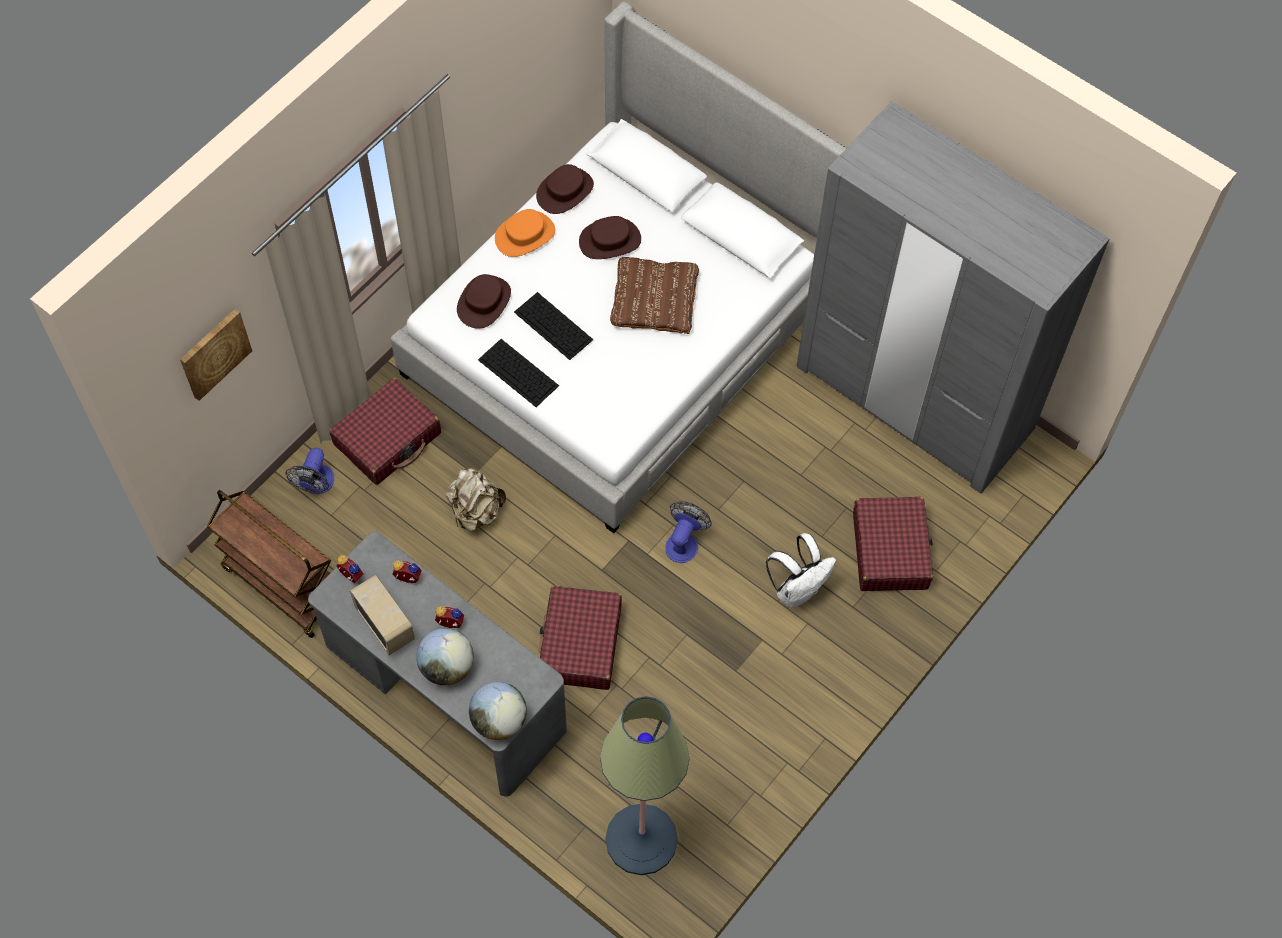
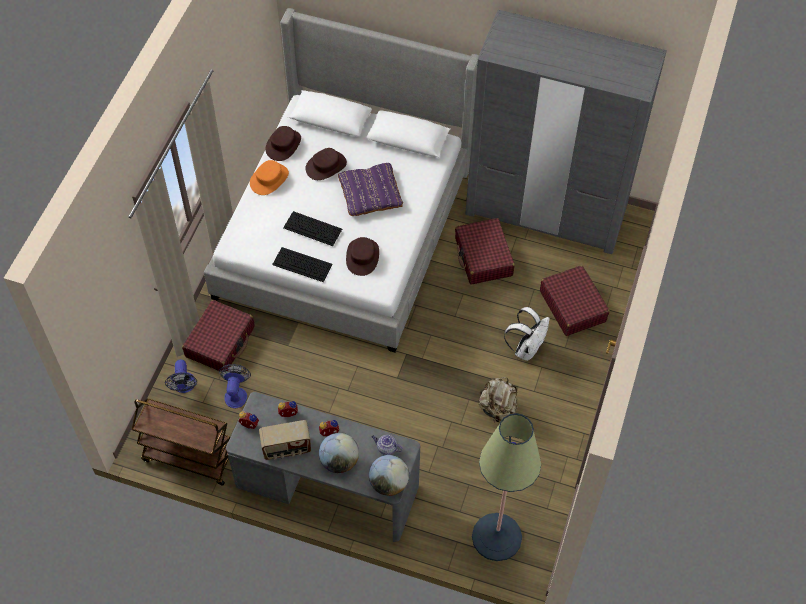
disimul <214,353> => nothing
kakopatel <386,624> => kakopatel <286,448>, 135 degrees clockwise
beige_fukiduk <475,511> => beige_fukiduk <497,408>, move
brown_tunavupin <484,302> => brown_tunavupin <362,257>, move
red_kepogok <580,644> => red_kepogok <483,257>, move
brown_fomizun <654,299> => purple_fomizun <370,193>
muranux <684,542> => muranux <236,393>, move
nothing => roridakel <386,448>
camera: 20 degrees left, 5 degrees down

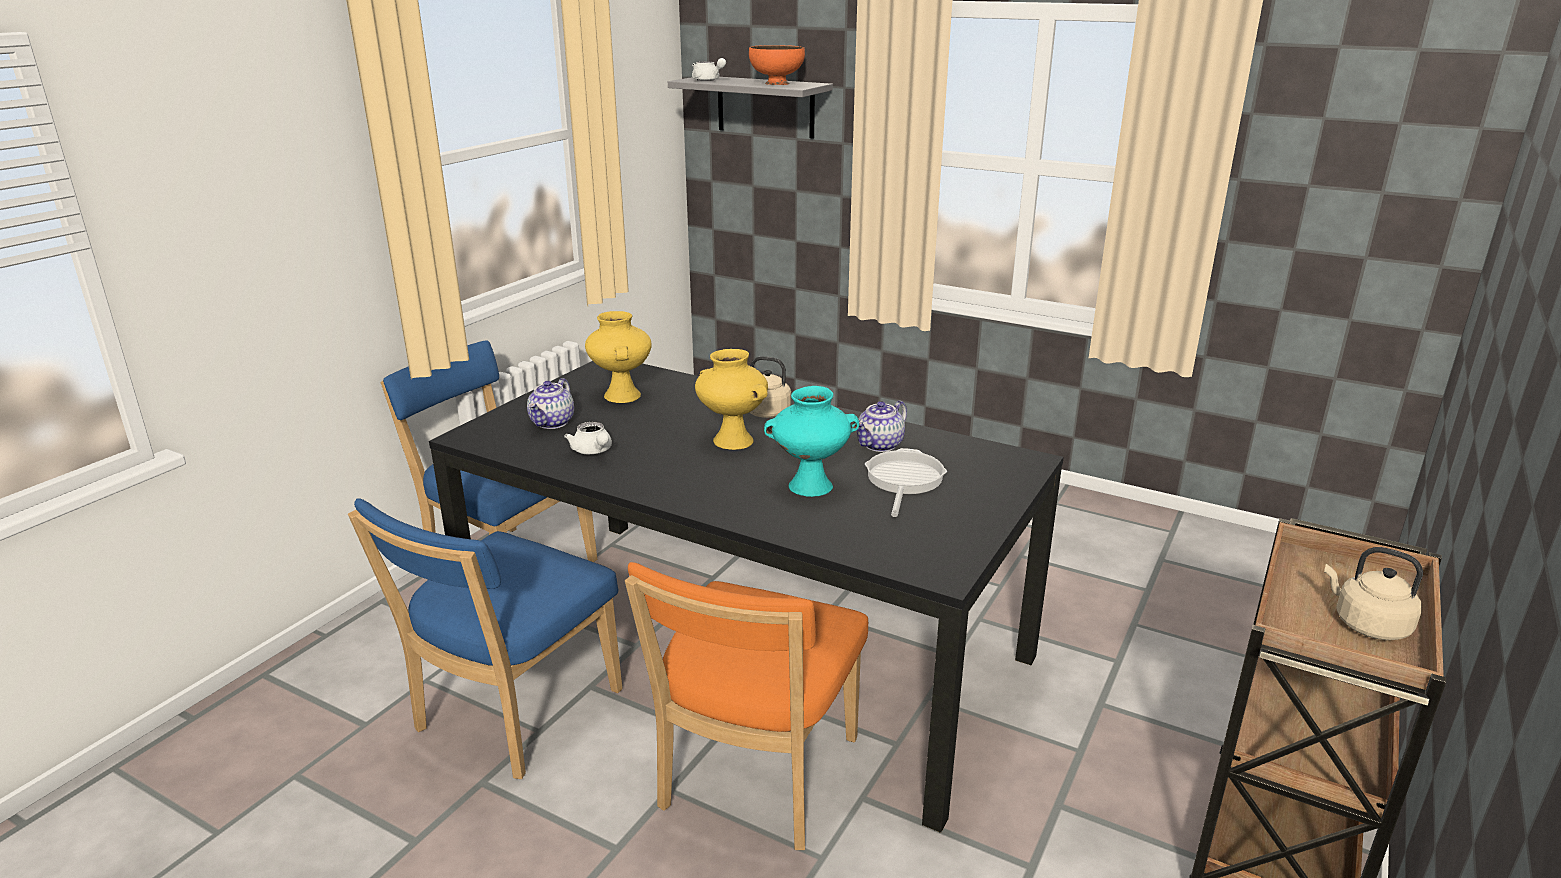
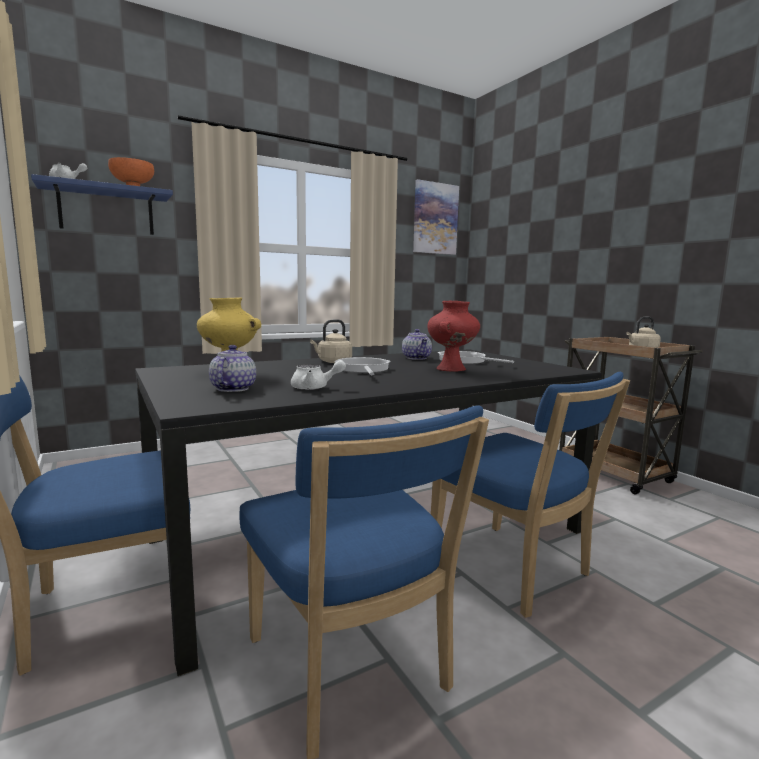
roridakel <552,423> => roridakel <232,388>, 135 degrees counterclockwise
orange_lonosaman <754,780> => blue_lonosaman <514,571>
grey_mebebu <765,107> => blue_mebebu <106,211>
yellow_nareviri <731,441> => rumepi <363,369>
turquoise_nareviri <809,487> => red_nareviri <451,369>
nothing => disimul <435,218>
camera: 60 degrees left, 15 degrees down

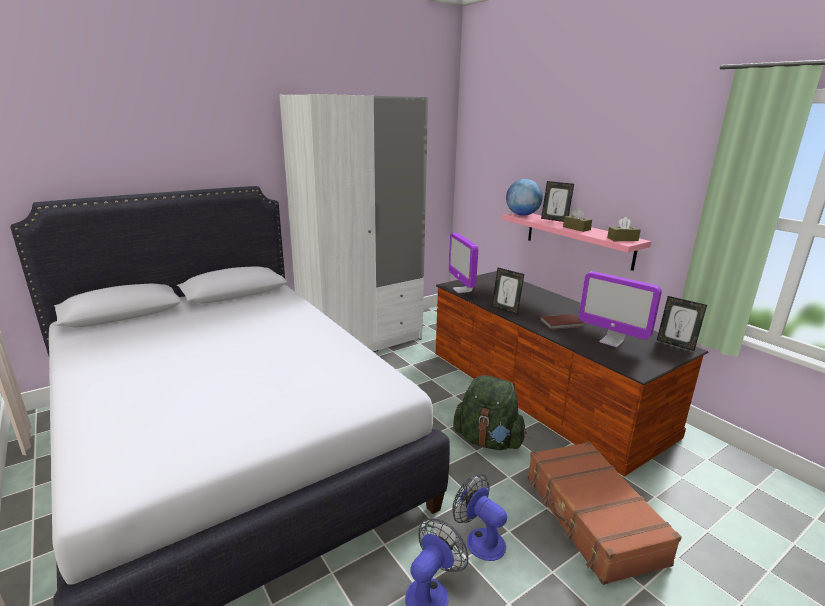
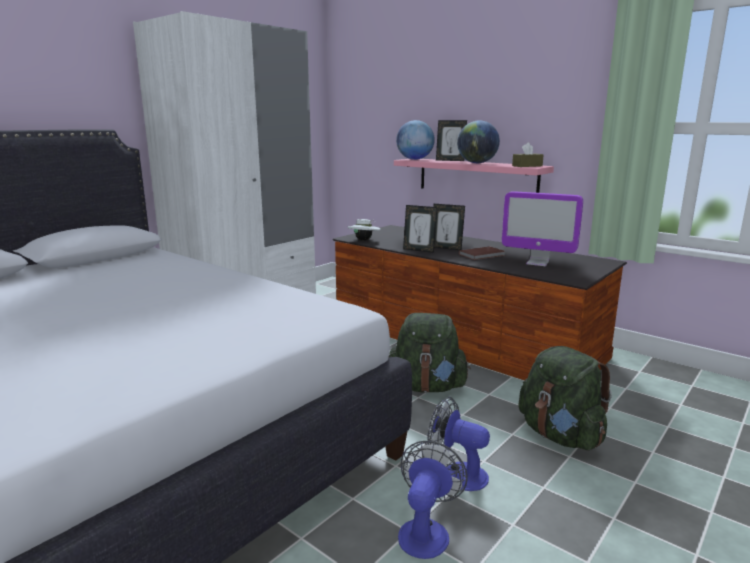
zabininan <462,290> => white_tunavupin <364,240>
brown_kepogok <591,519> => green_fukiduk <560,435>
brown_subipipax <576,228> => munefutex <477,163>
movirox <675,344> => movirox <446,248>, move
camera: 15 degrees left, 5 degrees down

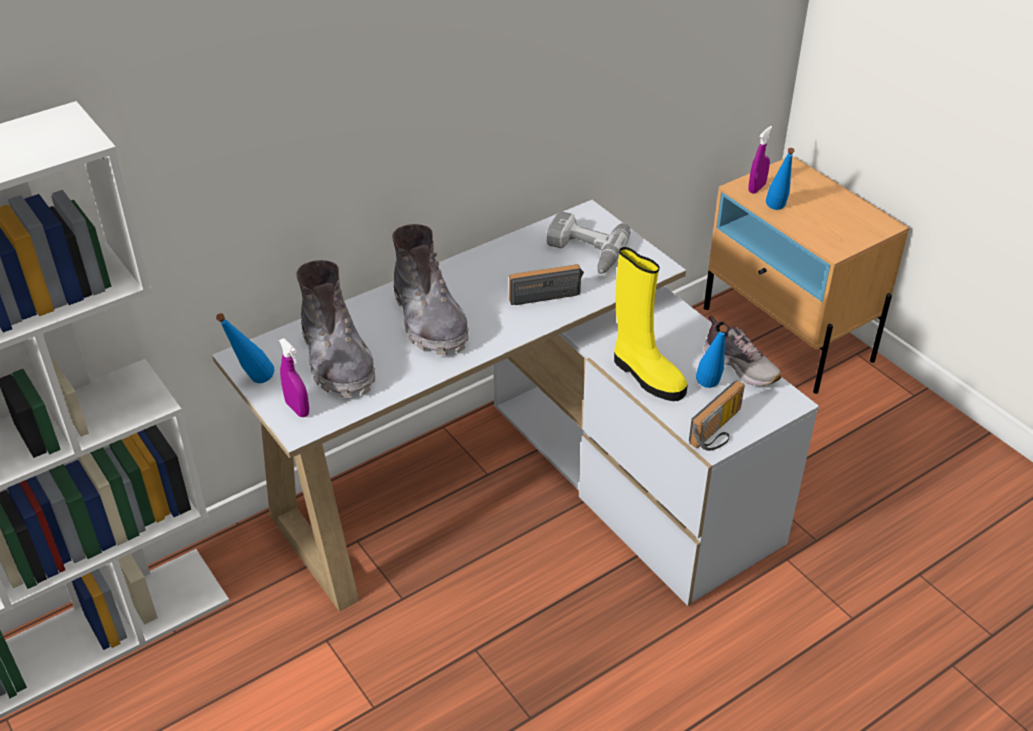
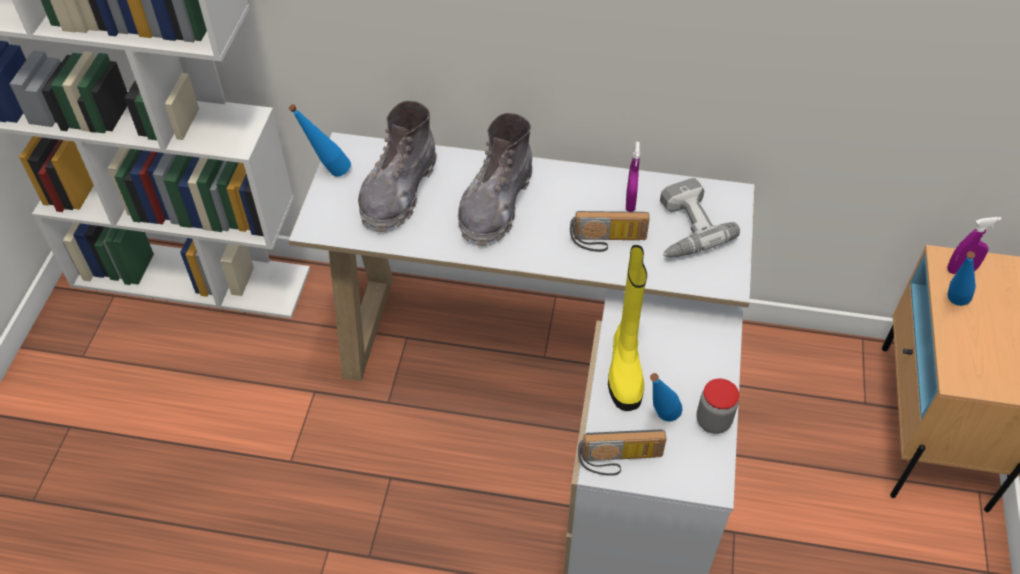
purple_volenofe <297,409> => purple_volenofe <630,202>, move
kakopatel <545,292> => kakopatel <607,241>, 150 degrees clockwise
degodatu <741,365> => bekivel <713,421>
camera: 45 degrees right, 10 degrees up

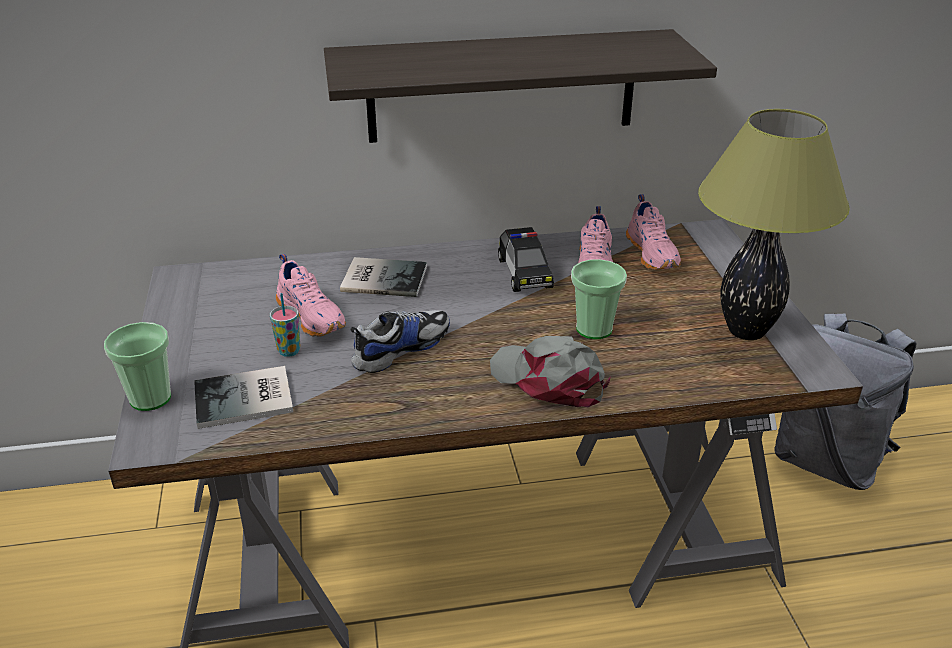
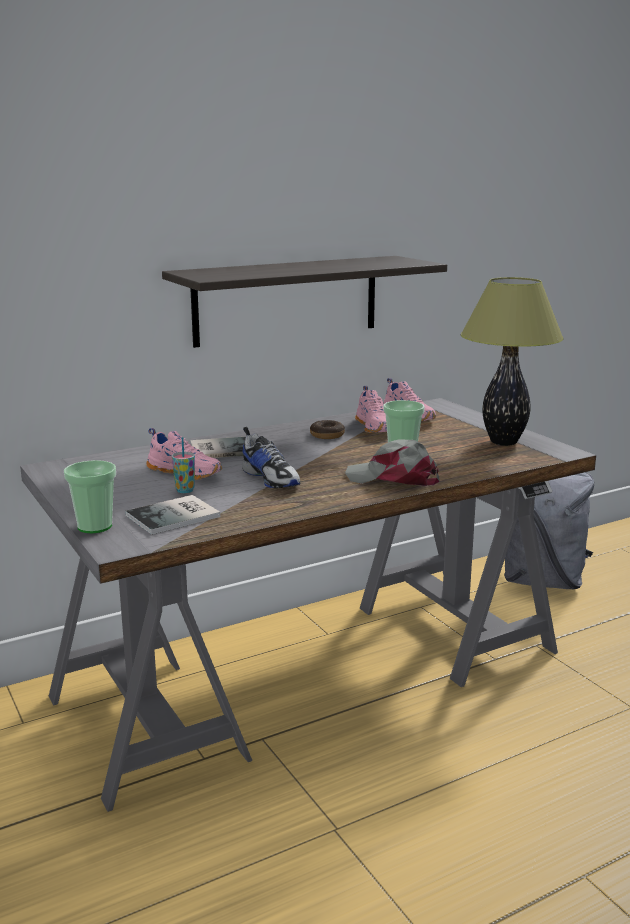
degodatu <400,349> => degodatu <271,479>, 120 degrees clockwise
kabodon <524,273> => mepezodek <327,435>
camera: 20 degrees left, 15 degrees down

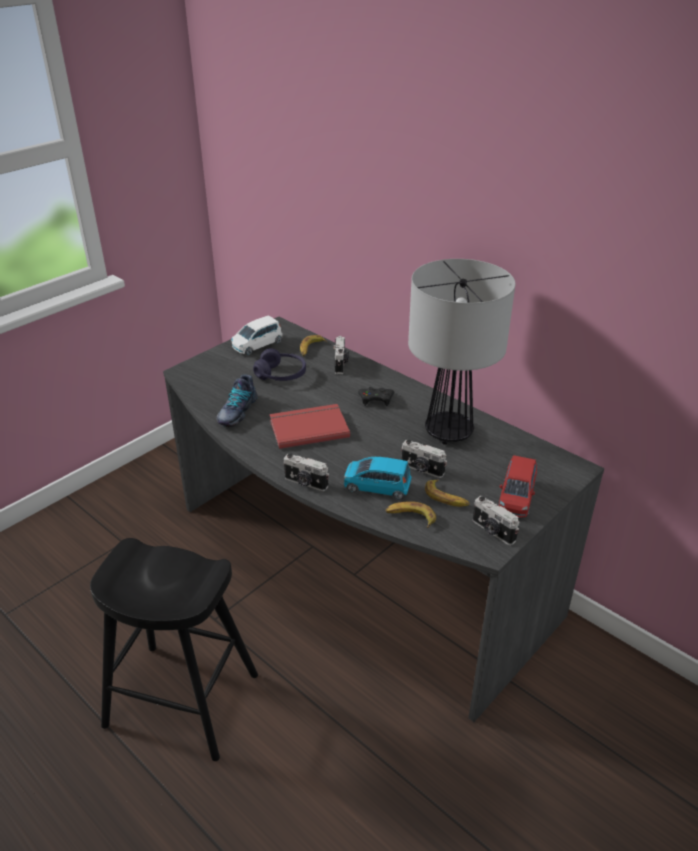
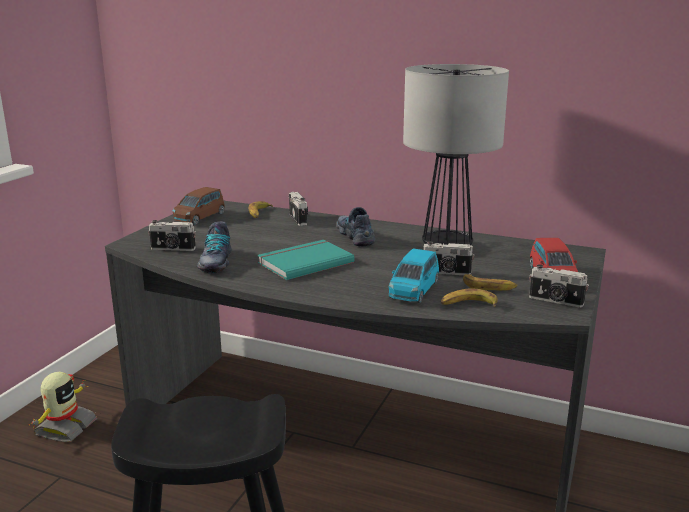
white_kabodon <257,345> => brown_kabodon <199,217>
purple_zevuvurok <281,374> => nothing
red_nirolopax <308,427> => turquoise_nirolopax <304,262>
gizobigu <305,483> => gizobigu <172,249>, move
blue_kabodon <377,486> => blue_kabodon <413,290>, 60 degrees counterclockwise
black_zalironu <376,399> => degodatu <355,236>
nothing => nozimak <65,428>
camera: 20 degrees left, 15 degrees down

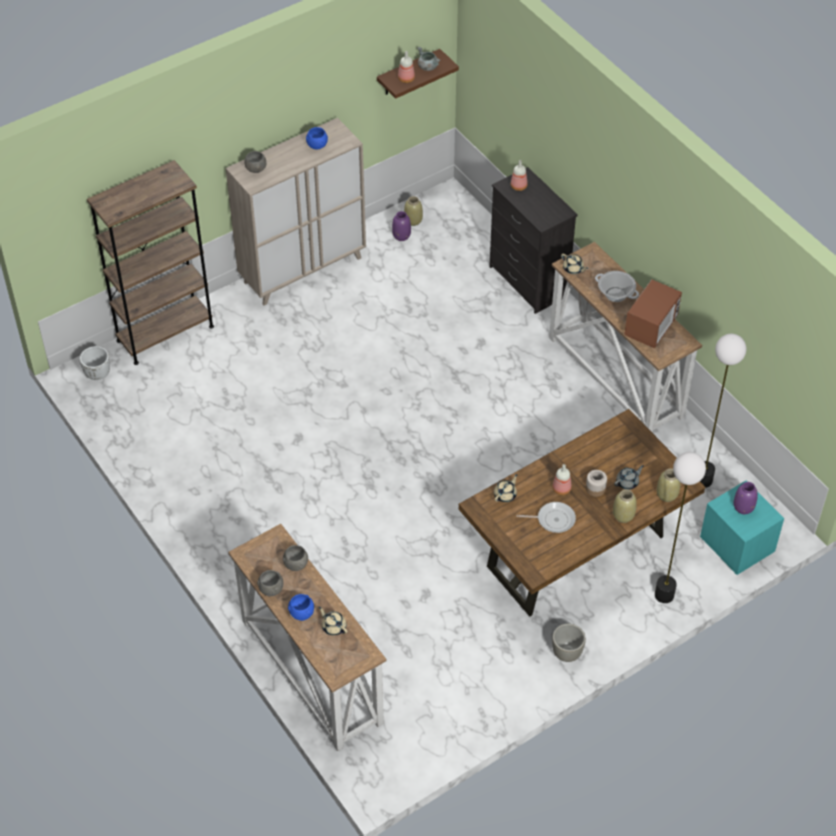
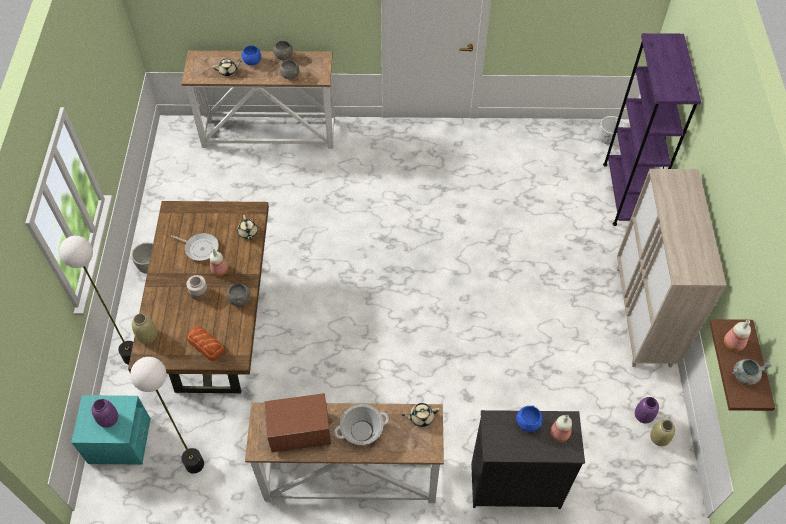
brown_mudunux <165,333> => purple_mudunux <625,193>
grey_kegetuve <256,170> => grey_kegetuve <239,300>, move
blue_kegetuve <317,145> => blue_kegetuve <528,424>, move
rumepi <553,519> => rumepi <200,248>, 105 degrees counterclockwise
beige_nareviri <623,515> => nothing
grey_roridakel <627,482> => nothing
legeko <651,327> => legeko <300,431>, 105 degrees clockwise
nothing => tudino <206,344>
camera: 125 degrees right, 5 degrees up

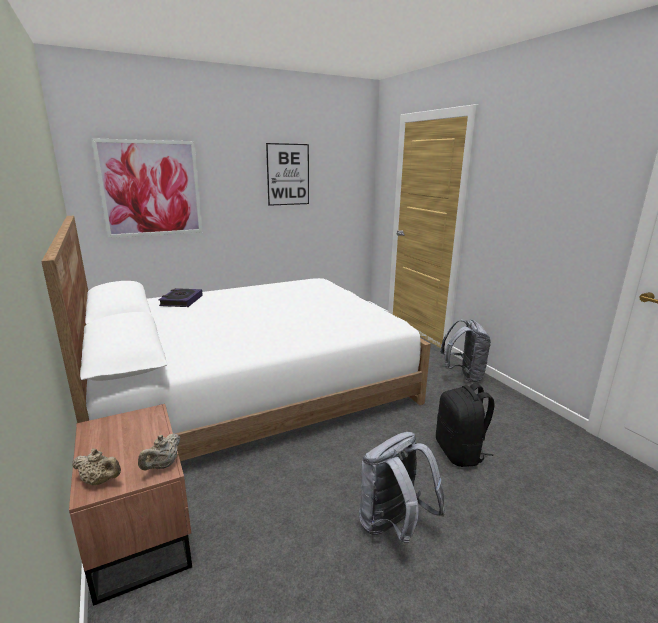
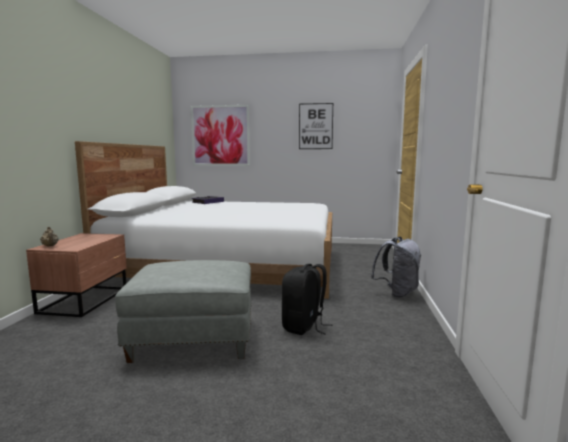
beige_roridakel <163,465> => nothing
grey_fukiduk <393,526> => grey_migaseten <192,340>
camera: 35 degrees right, 10 degrees down

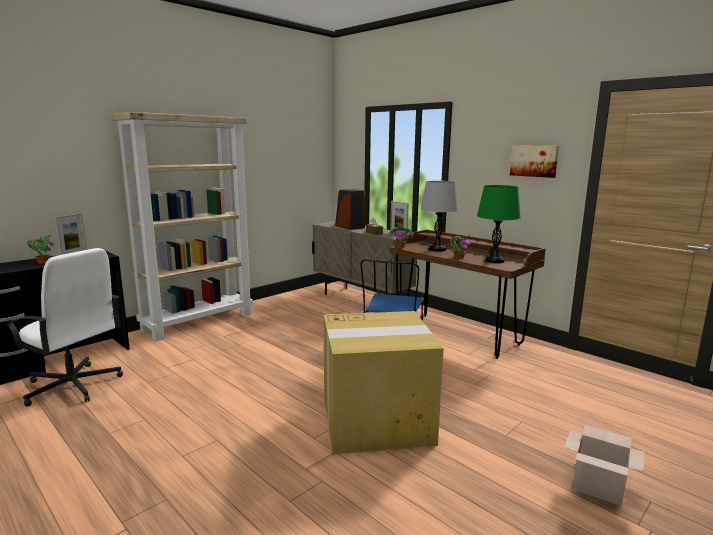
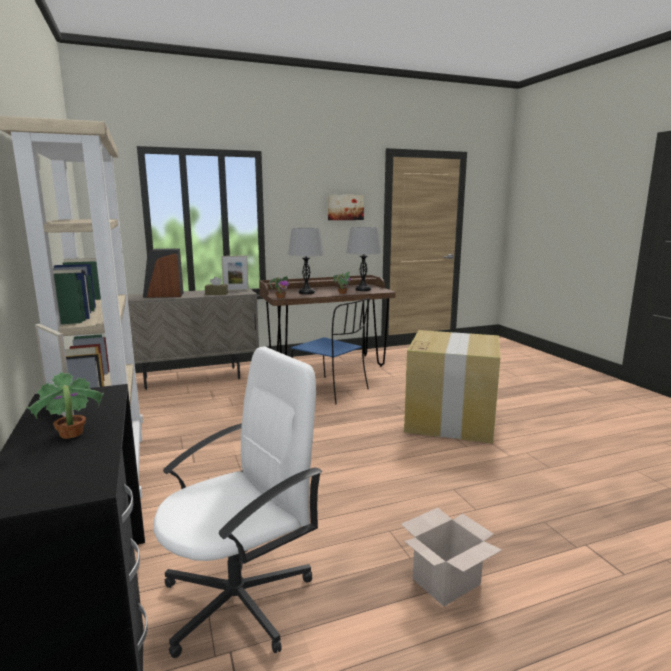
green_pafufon <494,261> => grey_pafufon <363,290>
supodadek <599,486> => supodadek <446,580>, move
camera: 65 degrees left, 0 degrees up

